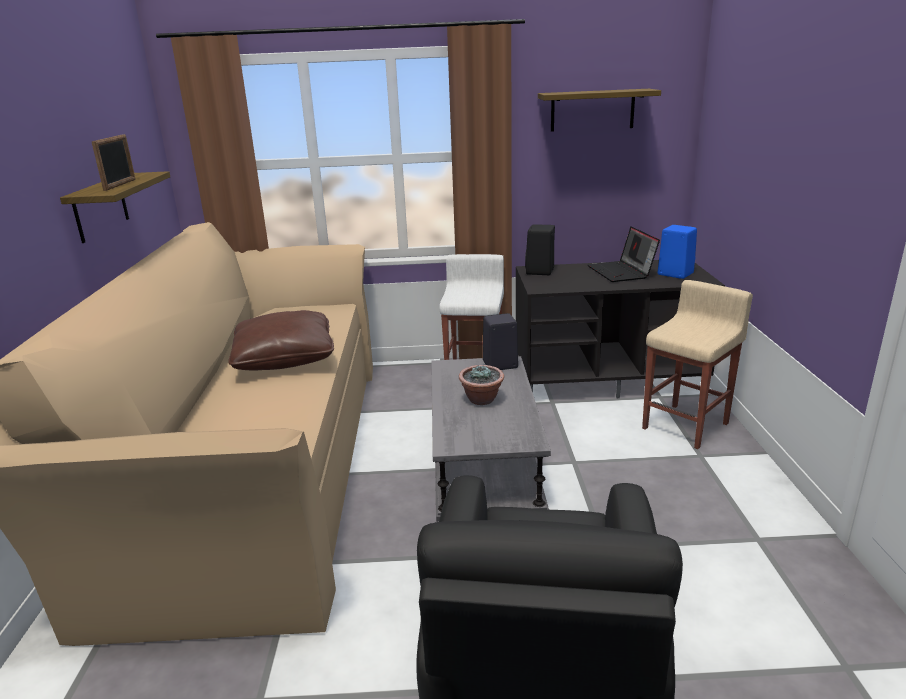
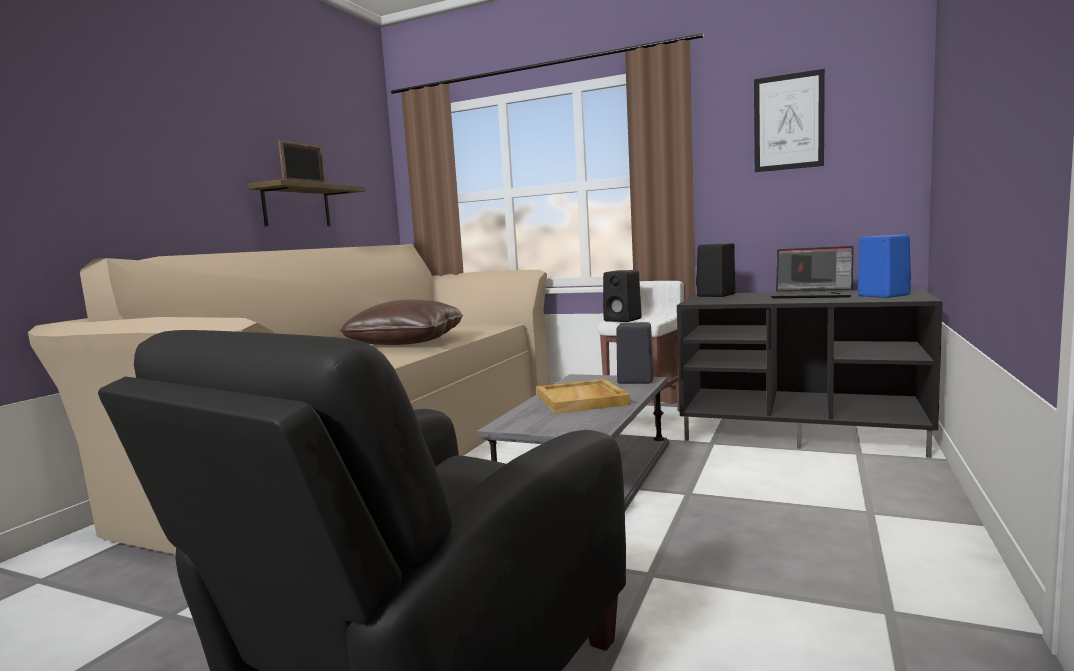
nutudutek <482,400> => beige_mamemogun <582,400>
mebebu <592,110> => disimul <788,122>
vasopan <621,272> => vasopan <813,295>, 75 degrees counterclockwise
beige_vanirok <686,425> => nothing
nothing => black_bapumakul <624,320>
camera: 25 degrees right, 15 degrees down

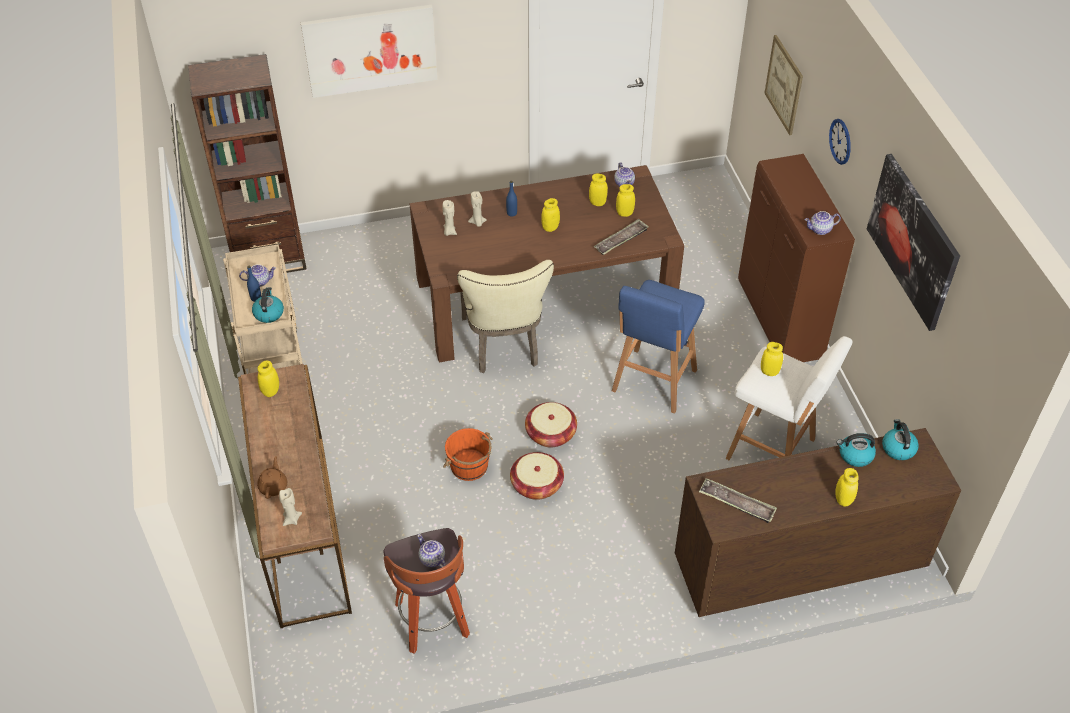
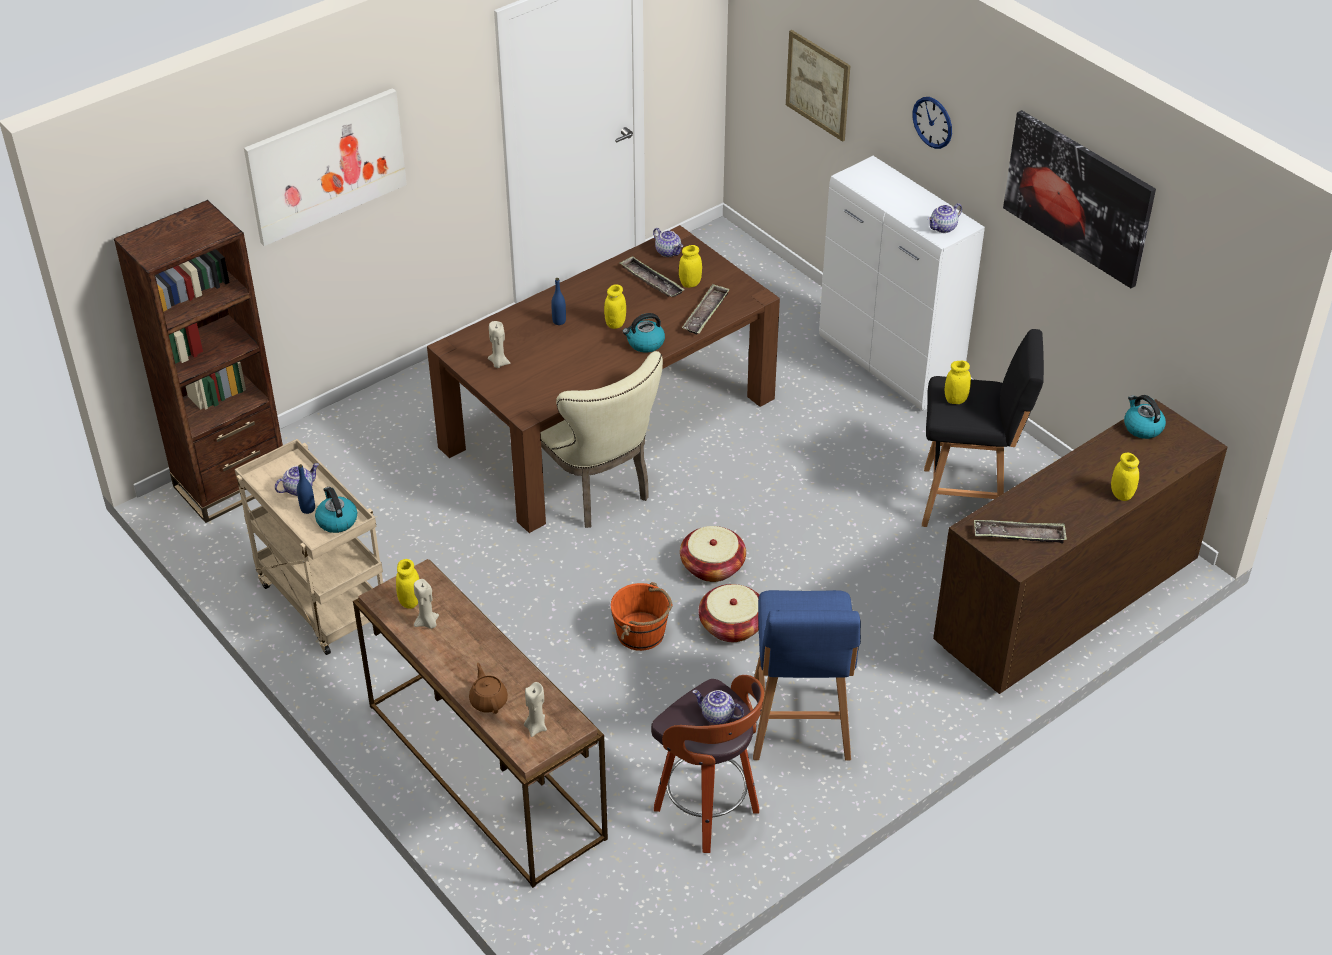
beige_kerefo <477,223> => beige_kerefo <427,623>, move
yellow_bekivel <597,202> => mamemogun <651,281>
blue_vanirok <653,383> => blue_vanirok <800,728>, move
white_vanirok <773,450> => black_vanirok <967,500>
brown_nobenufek <780,321> => white_nobenufek <890,365>
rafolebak <855,455> => rafolebak <645,343>, move
camera: 25 degrees left, 5 degrees down

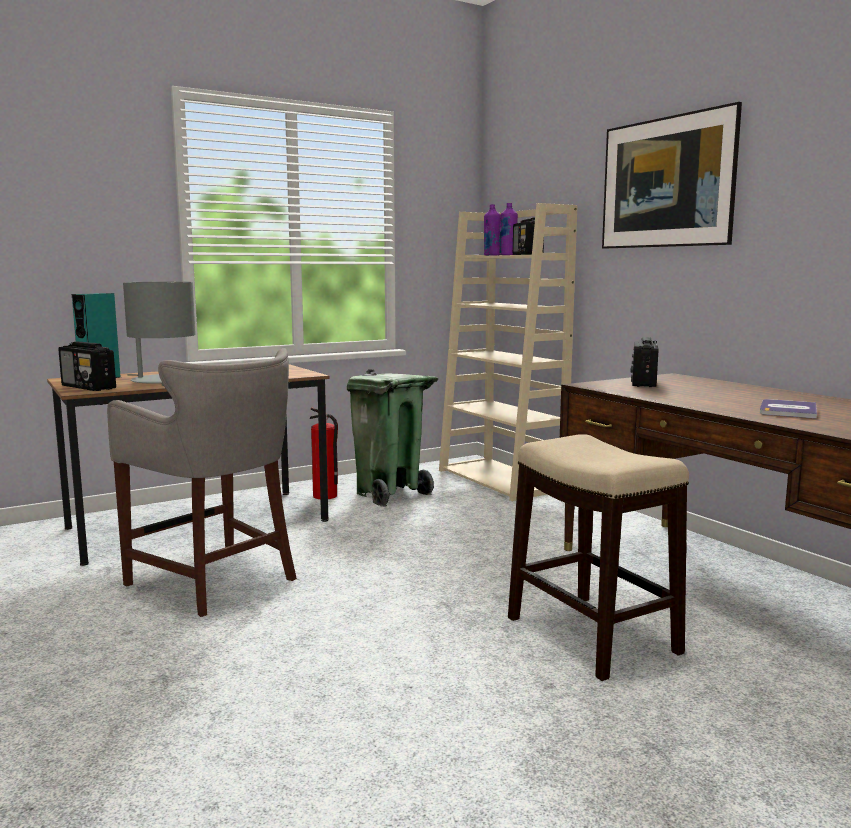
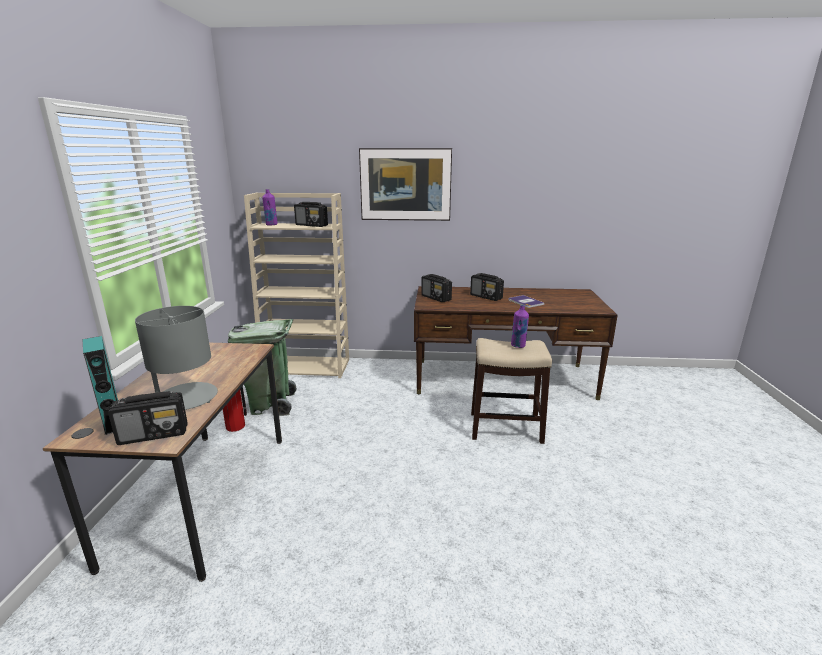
grey_vanirok <216,582> => nothing
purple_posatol <508,255> => purple_posatol <518,345>, move
nothing => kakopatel <486,297>
camera: 55 degrees left, 10 degrees up

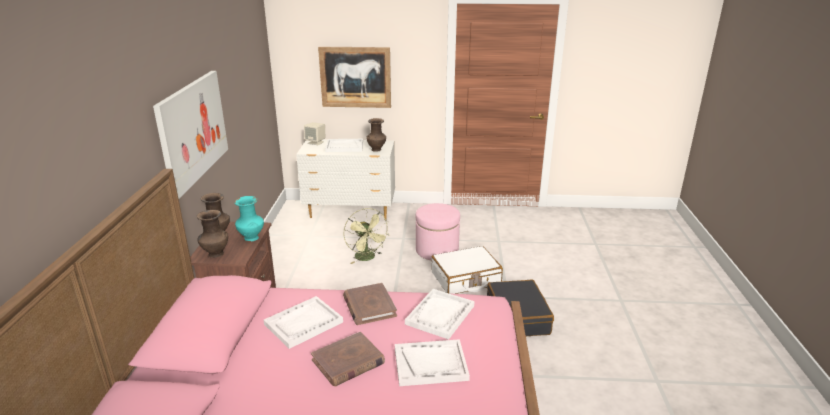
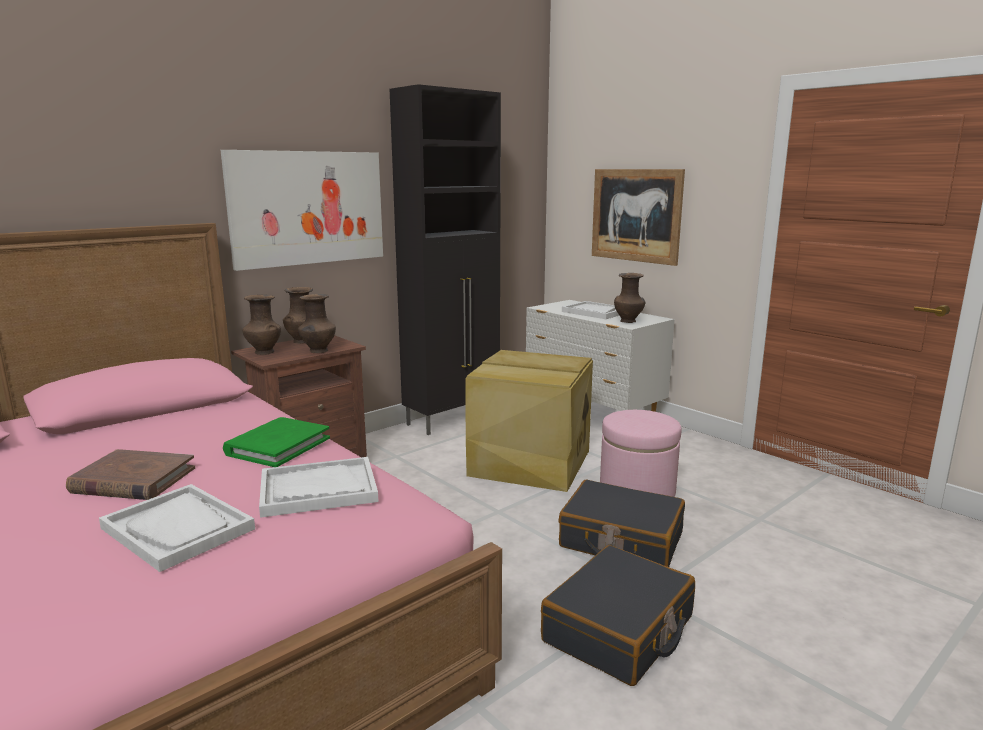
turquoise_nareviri <252,238> => brown_nareviri <318,351>
white_mamemogun <303,323> => nothing
beige_bapumakul <316,142> => nothing
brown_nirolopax <369,306> => green_nirolopax <278,446>
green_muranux <367,258> => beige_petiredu <531,464>
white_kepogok <465,279> => black_kepogok <621,541>
nothing => black_nobenufek <453,419>
camera: 45 degrees right, 10 degrees down

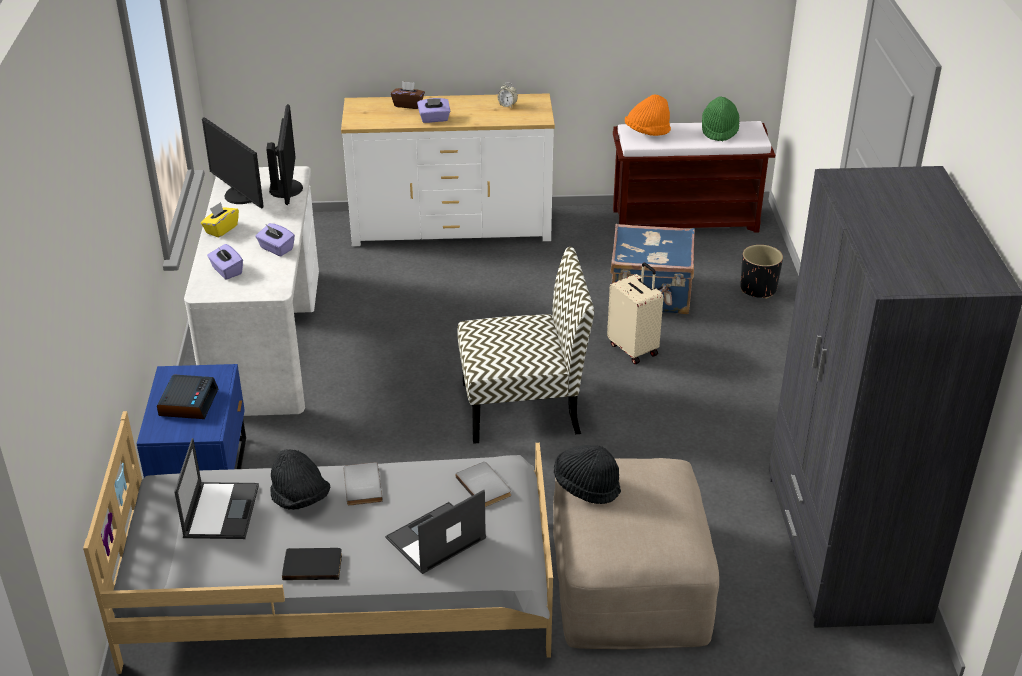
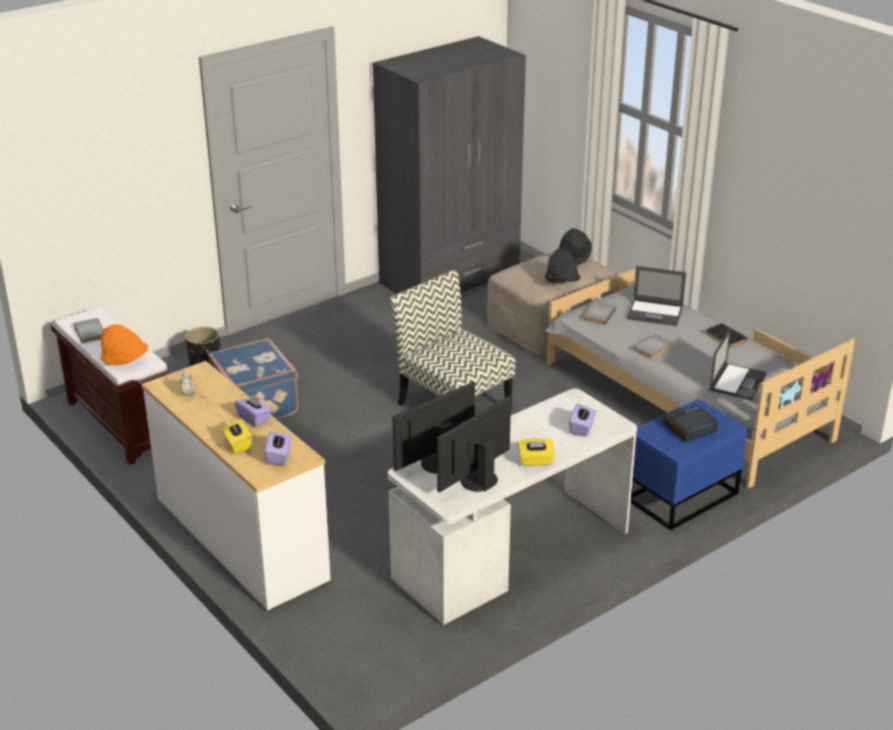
vasopan <221,510> => vasopan <737,381>, 150 degrees clockwise
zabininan <240,196> => zabininan <477,479>, 150 degrees counterclockwise
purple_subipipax <276,249> => purple_subipipax <279,457>, move
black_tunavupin <300,498> => black_tunavupin <574,257>, move
brown_subipipax <408,105> => yellow_subipipax <237,445>
beige_kepogok <634,349> => nothing
green_tunavupin <719,130> => grey_nirolopax <91,332>
camera: 125 degrees left, 5 degrees down

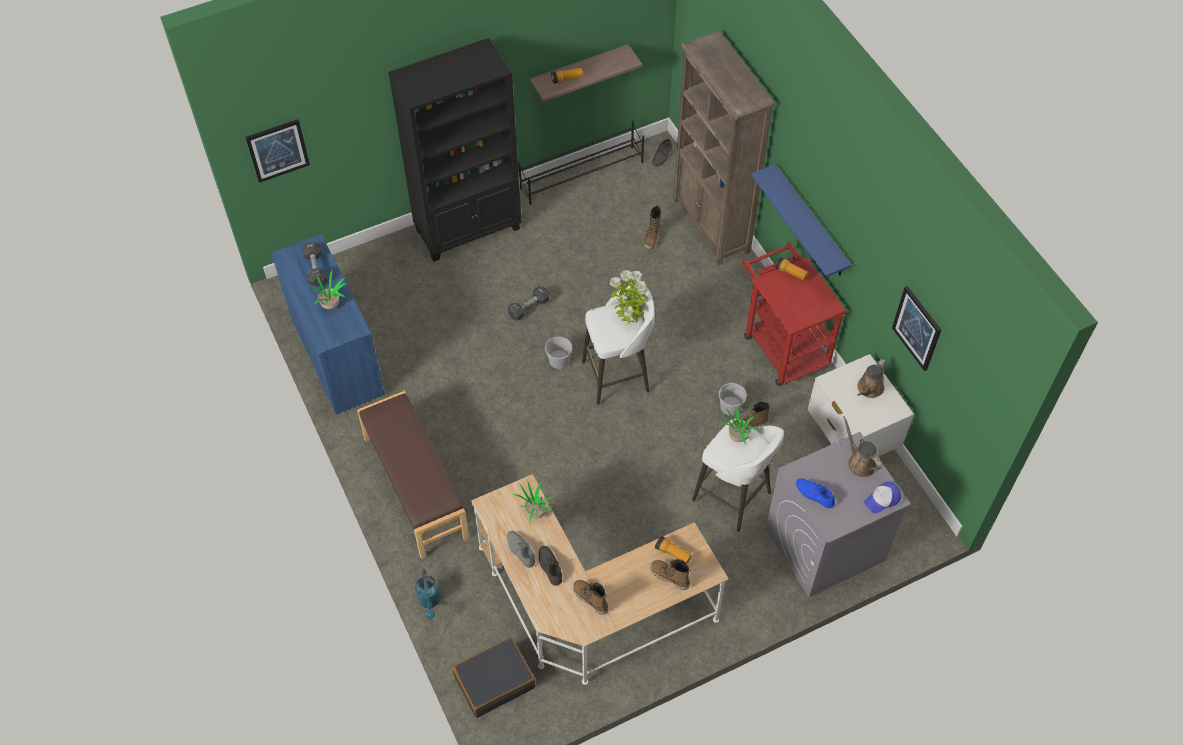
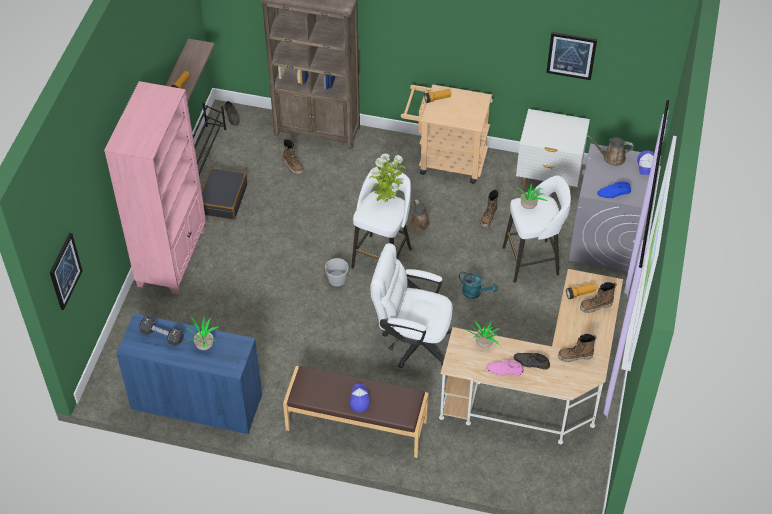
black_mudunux <469,229> => pink_mudunux <172,257>
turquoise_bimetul <430,601> => turquoise_bimetul <475,293>, move
black_kepogok <494,681> => black_kepogok <223,199>, move
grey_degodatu <520,550> => pink_degodatu <504,370>
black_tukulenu <528,308> => nothing
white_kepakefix <731,406> => nothing
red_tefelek <782,344> => beige_tefelek <446,160>
blue_mebebu <810,222> => nothing
brown_bimetul <869,389> => brown_bimetul <420,225>, move
nothing => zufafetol <359,399>
nothing => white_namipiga <412,341>
camera: 50 degrees left, 5 degrees down

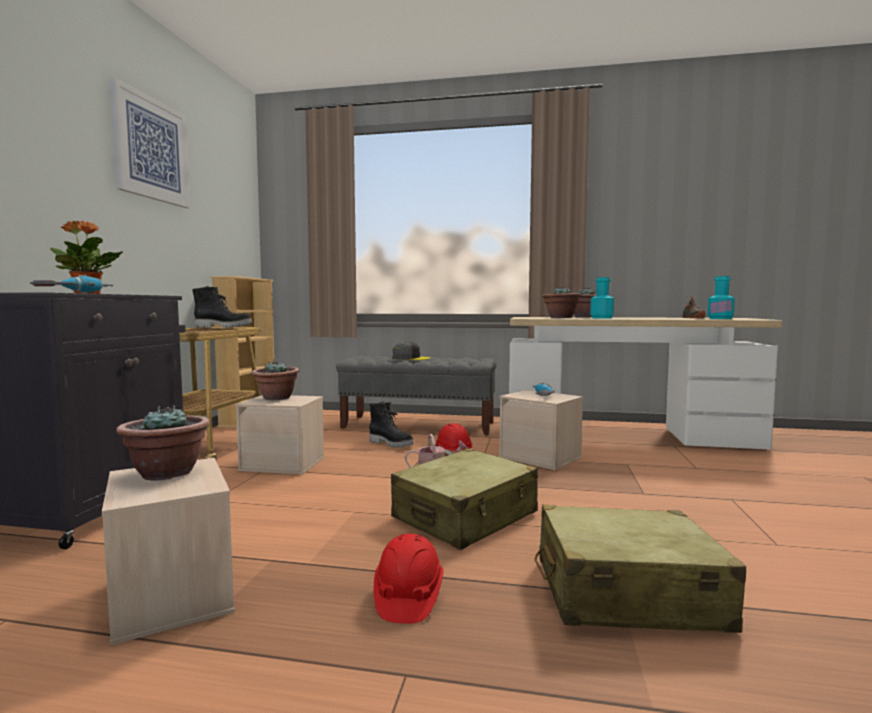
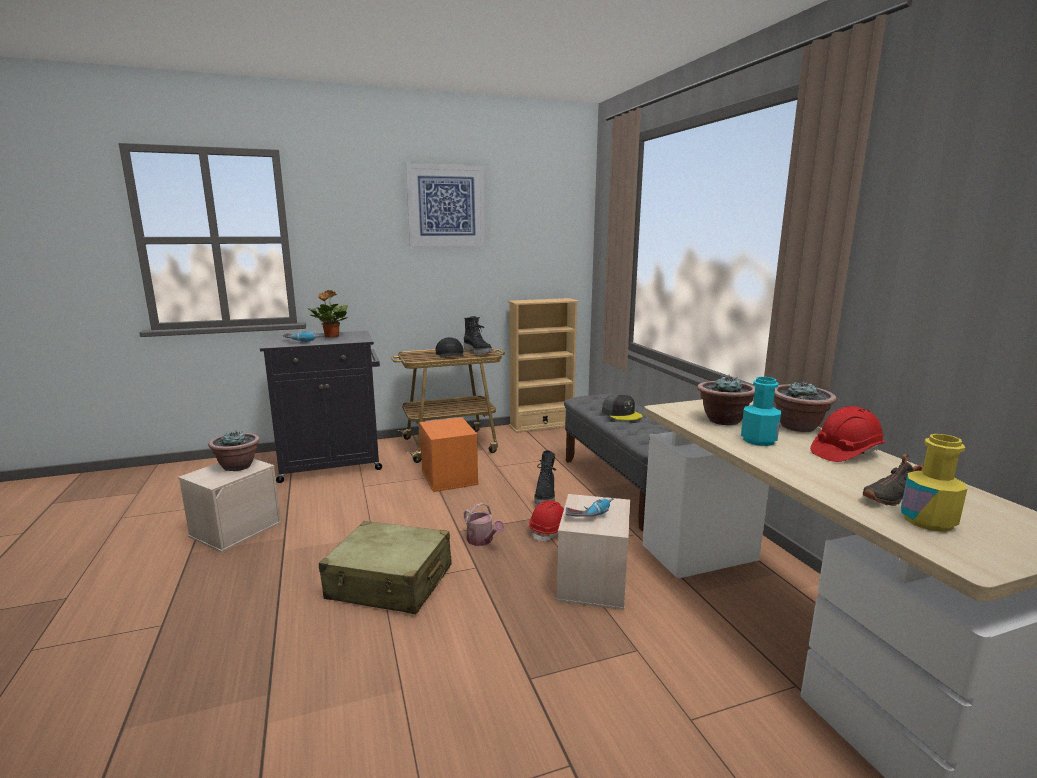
beige_petiredu <284,463> => orange_petiredu <450,477>
nutudutek <276,398> => nothing
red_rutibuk <407,597> => red_rutibuk <845,453>, move
beige_kepogok <626,594> => nothing
turquoise_posatol <720,318> => yellow_posatol <927,521>
nothing => black_zufafetol <450,354>
camera: 60 degrees right, 10 degrees up

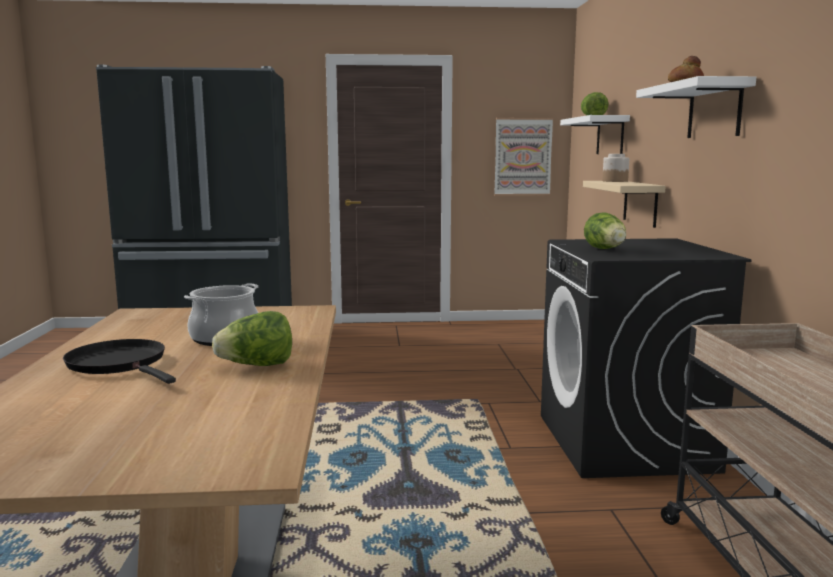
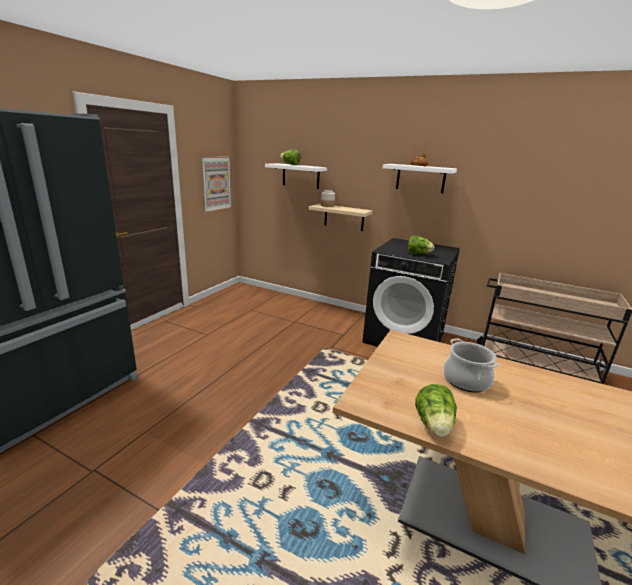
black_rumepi <120,364> => nothing
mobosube <257,366> => mobosube <434,425>, move
camera: 60 degrees left, 10 degrees up

